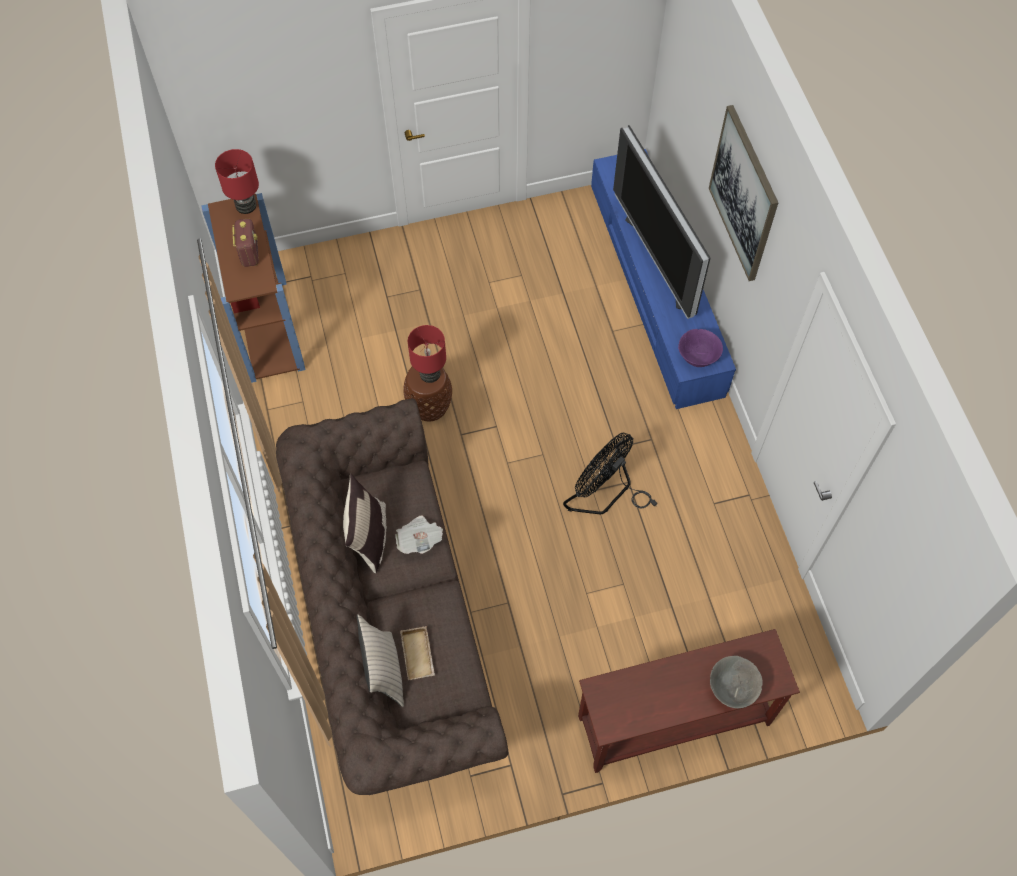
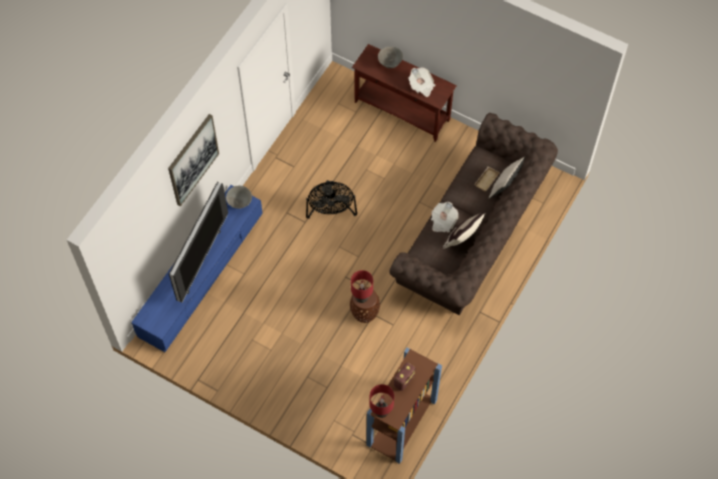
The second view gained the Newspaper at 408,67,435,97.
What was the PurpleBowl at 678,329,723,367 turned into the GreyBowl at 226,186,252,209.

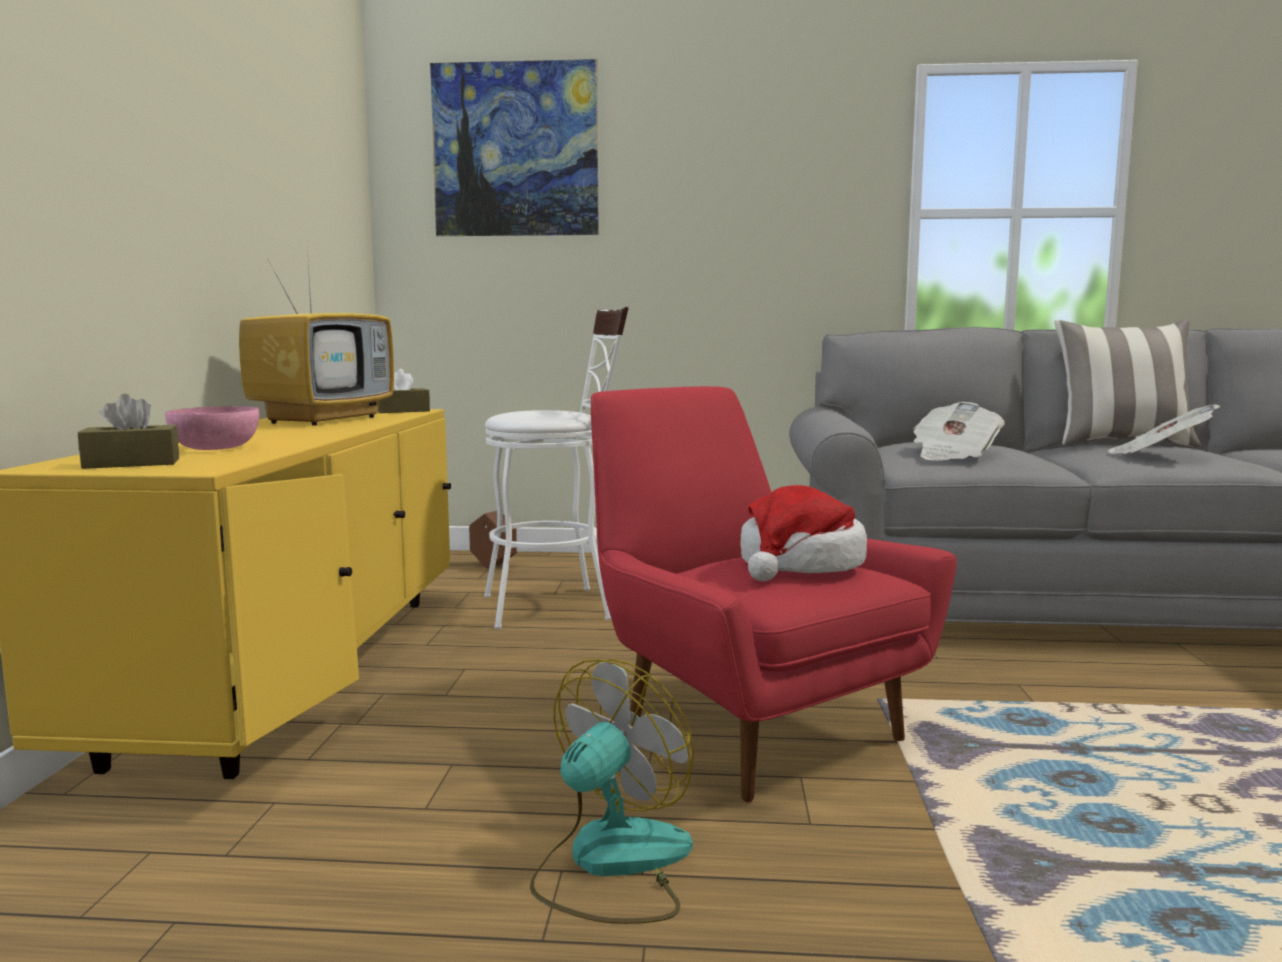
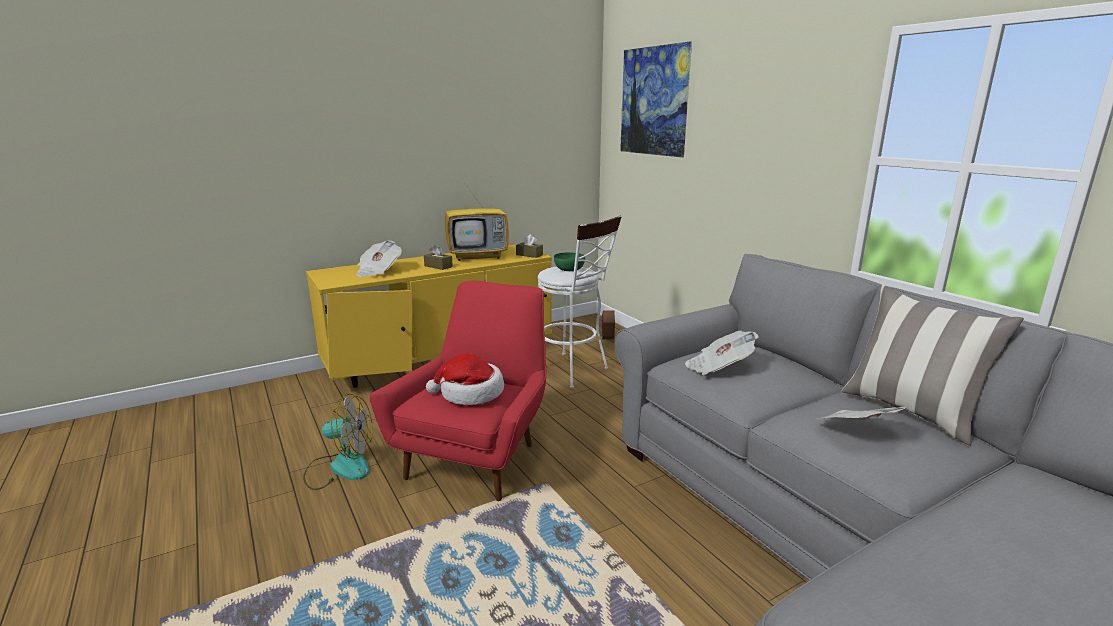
The second view gained the GreenBowl at 554,252,585,271.
The BrownTissueBox ended up elsewhere, having gone from 78,394,179,469 to 424,245,453,270.
Where the PinkBowl stood at 165,406,259,450, the Newspaper came to stand at 356,241,402,277.

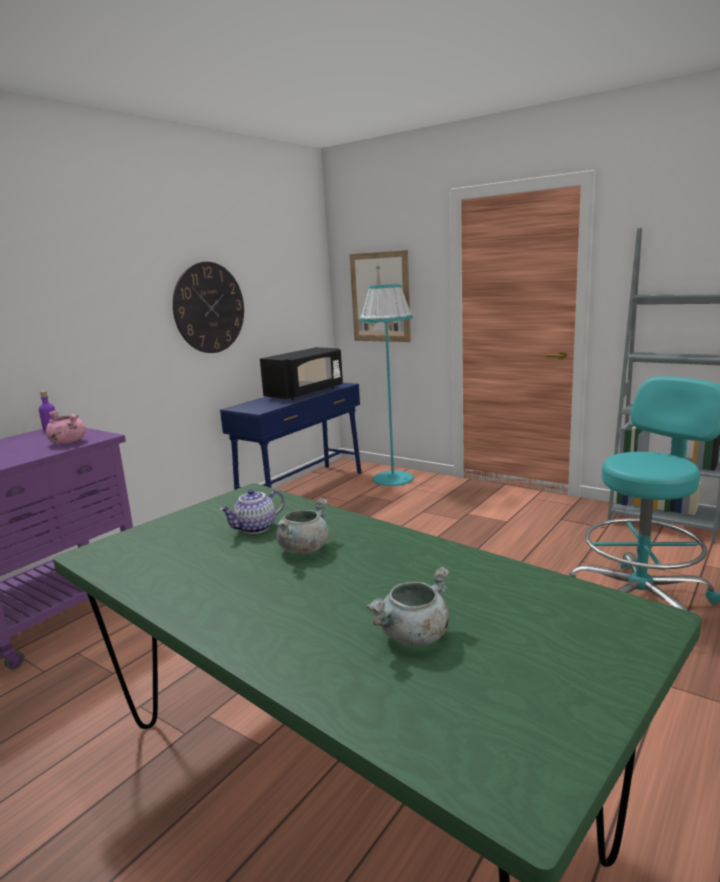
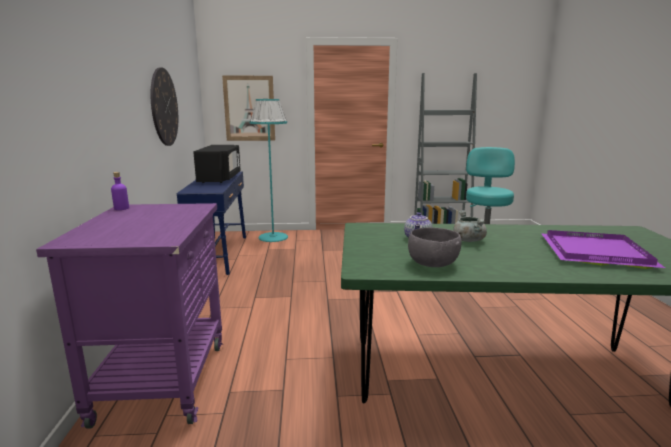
The second view lost the PinkCookingPot at 46,411,86,444.
The second view gained the GreyBowl at 408,227,461,267.
Where the GreyCookingPot stood at 366,566,450,646, the PurpleTray came to stand at 541,230,665,269.

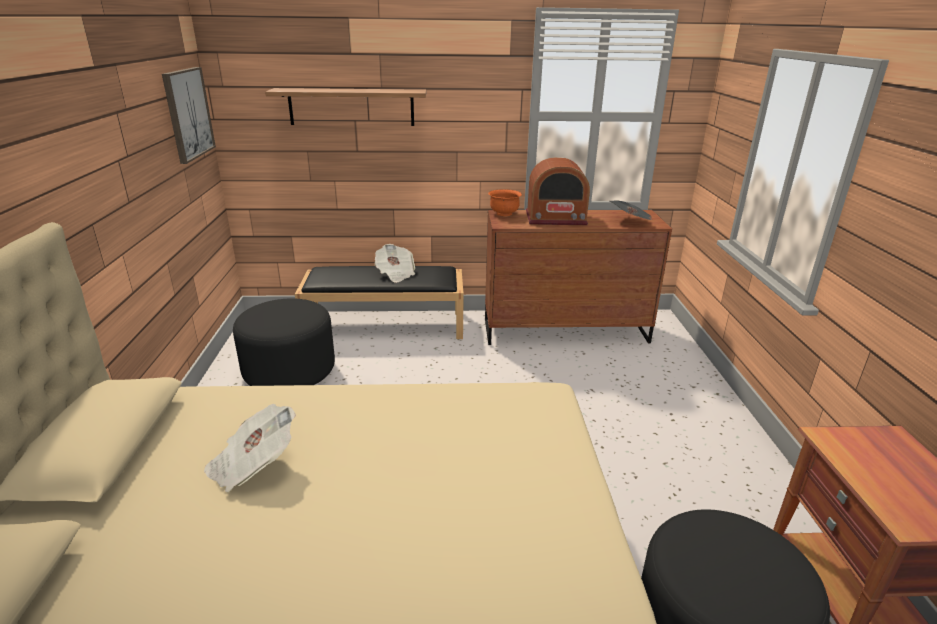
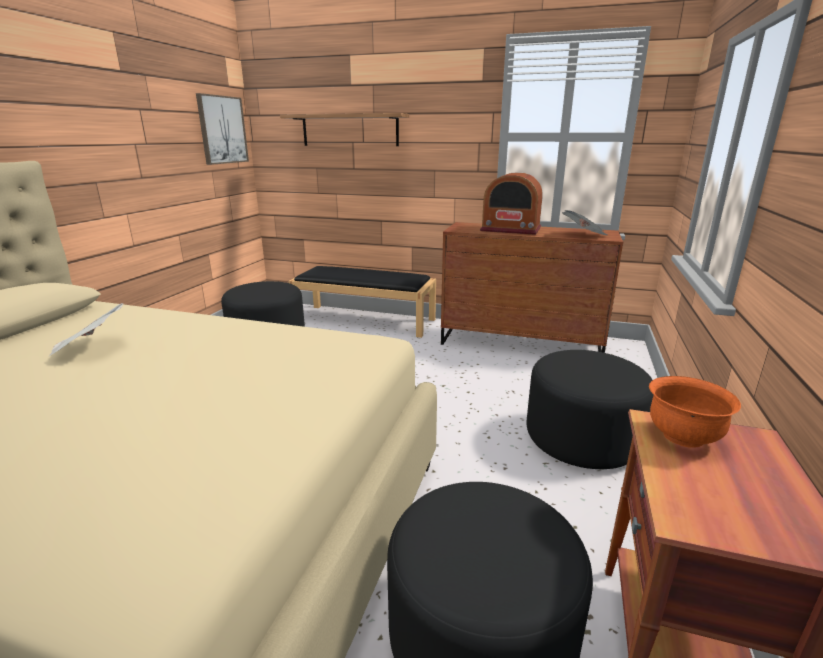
The second view lost the Newspaper at 374,244,415,283.
The second view gained the BlackOttoman at 527,350,654,469.
The OrangeBowl ended up elsewhere, having gone from 488,189,522,216 to 649,376,741,448.

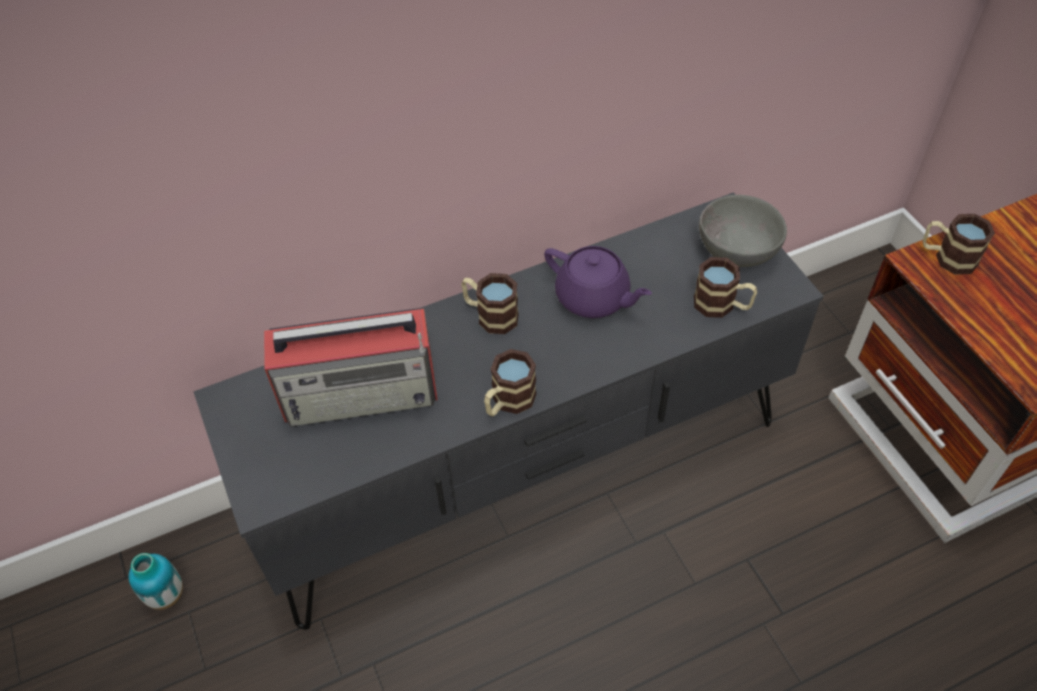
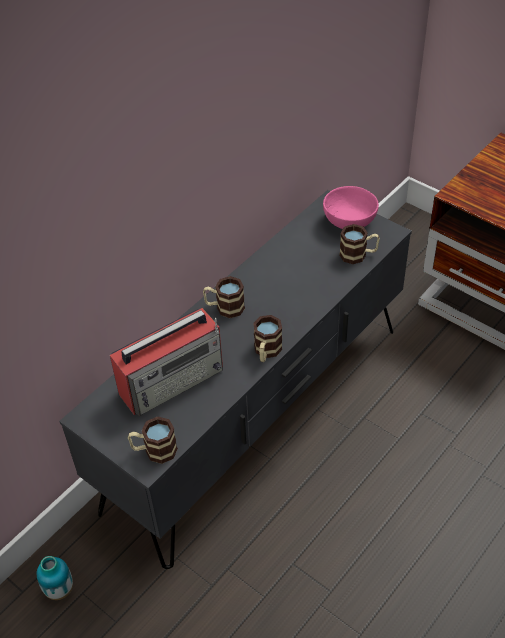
The second view lost the PurpleTeapot at 544,246,652,318.
The Mug ended up elsewhere, having gone from 923,214,995,275 to 128,416,178,464.
What was the GreyBowl at 699,195,787,267 turned into the PinkBowl at 323,186,379,229.

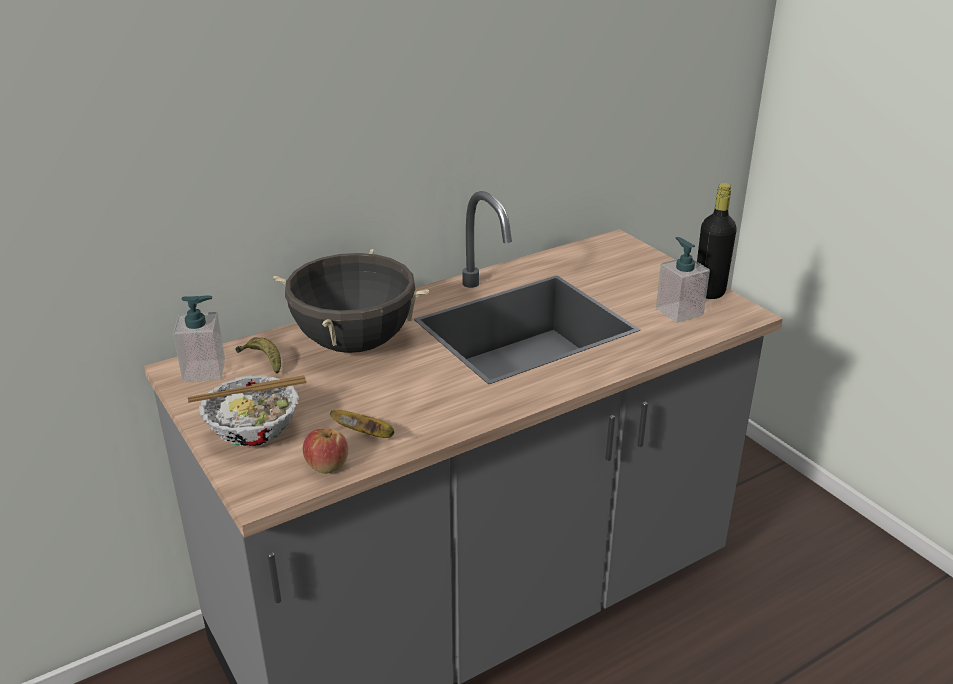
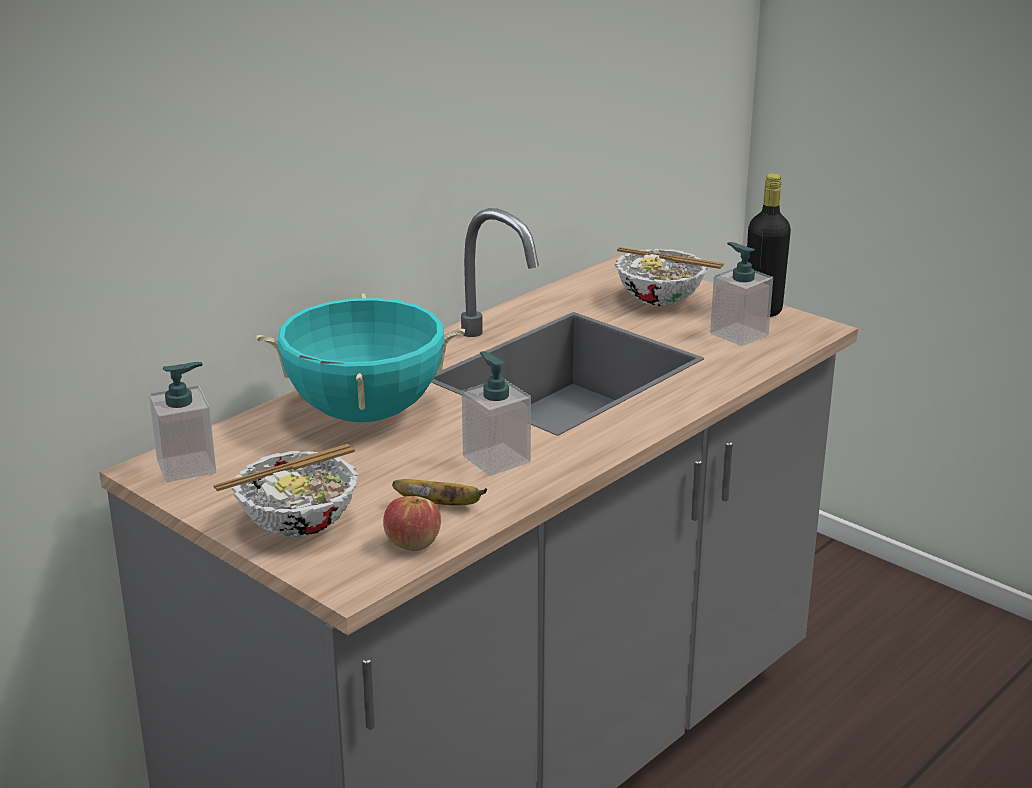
The second view lost the Banana at 235,337,281,374.
The second view gained the SoapDispenser at 462,351,531,476.
The second view gained the Bowl at 615,247,724,306.
What was the BlackCookingPot at 273,249,429,353 turned into the TurquoiseCookingPot at 257,293,465,422.

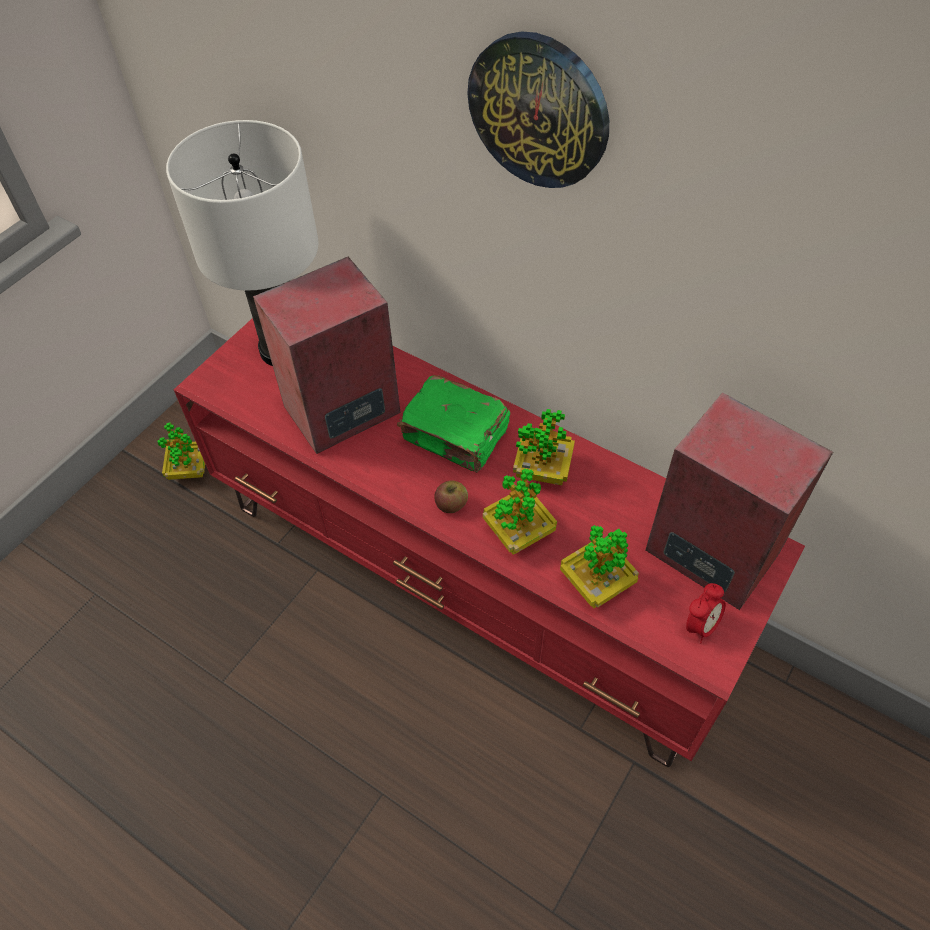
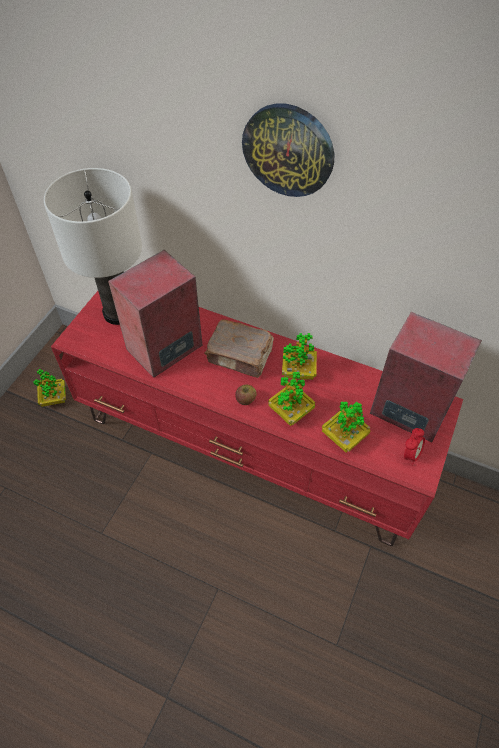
What was the GreenBook at 397,375,510,473 turned into the BrownBook at 204,319,274,378.

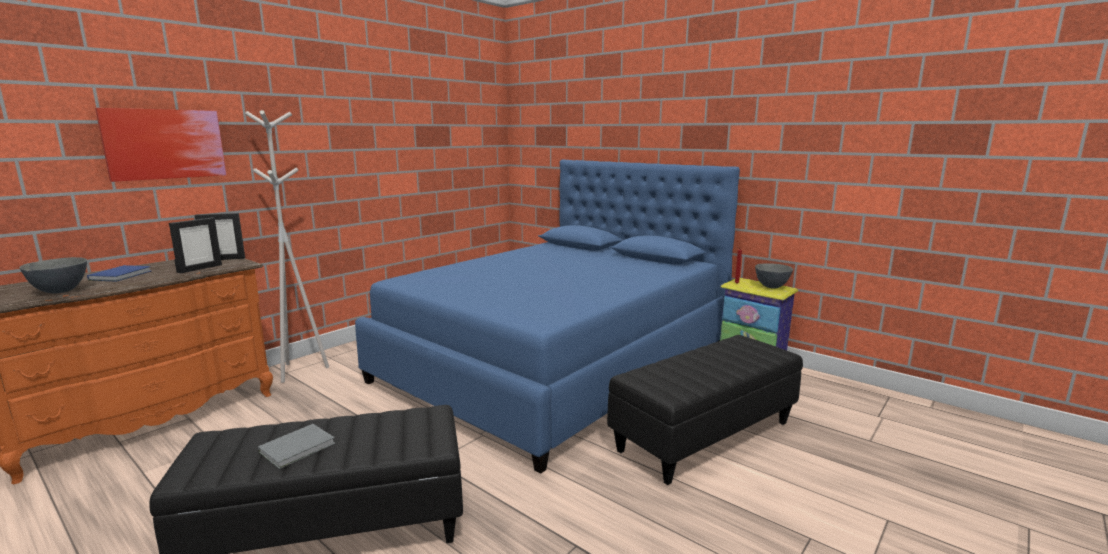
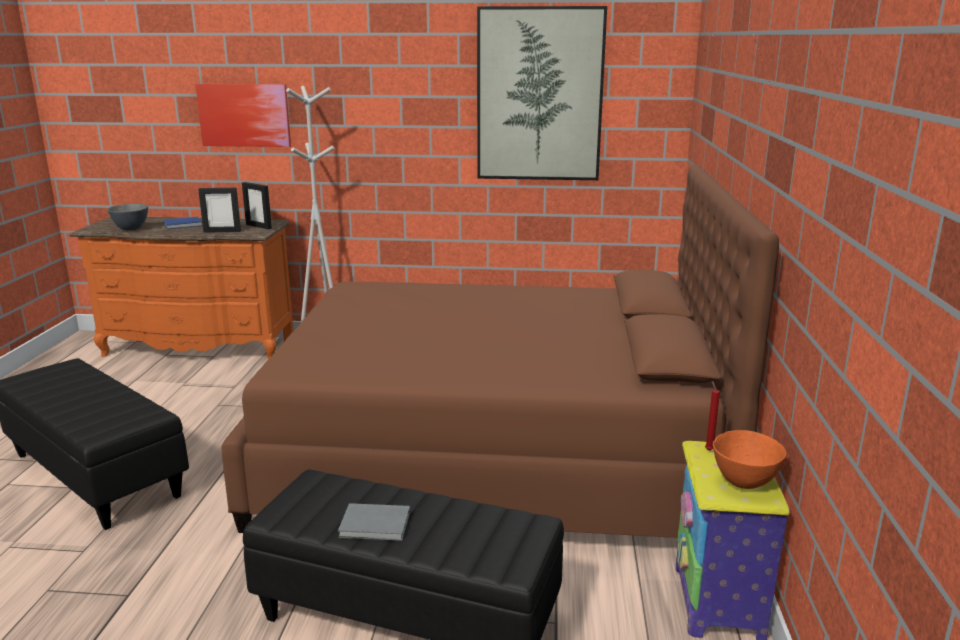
The second view gained the Picture at 477,6,607,180.
The GreyBook ended up elsewhere, having gone from 258,424,335,469 to 338,503,410,541.
What was the BlueBed at 355,159,740,474 turned into the BrownBed at 221,164,779,538.
What was the GreyBowl at 755,263,793,289 turned into the OrangeBowl at 713,430,786,489.

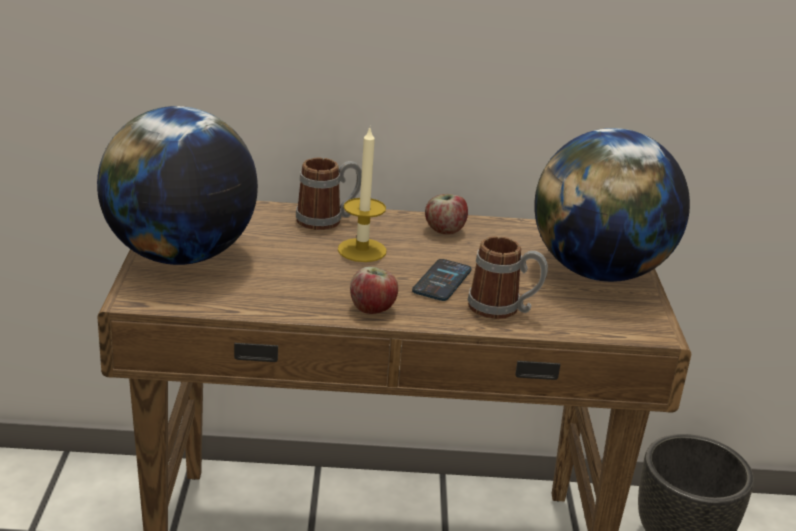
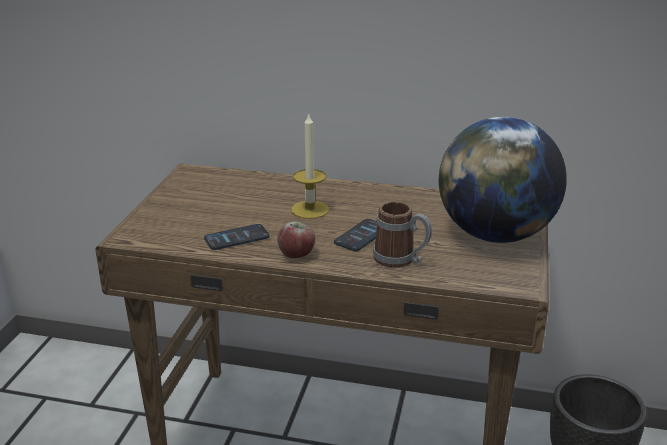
The second view lost the Globe at 97,106,258,265.
The second view lost the Mug at 296,158,362,230.
The second view lost the Apple at 425,194,468,235.
The second view gained the Phone at 204,224,270,250.

